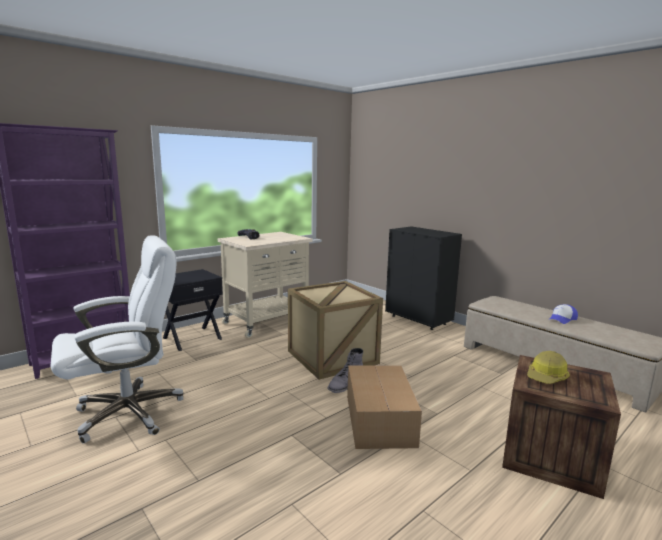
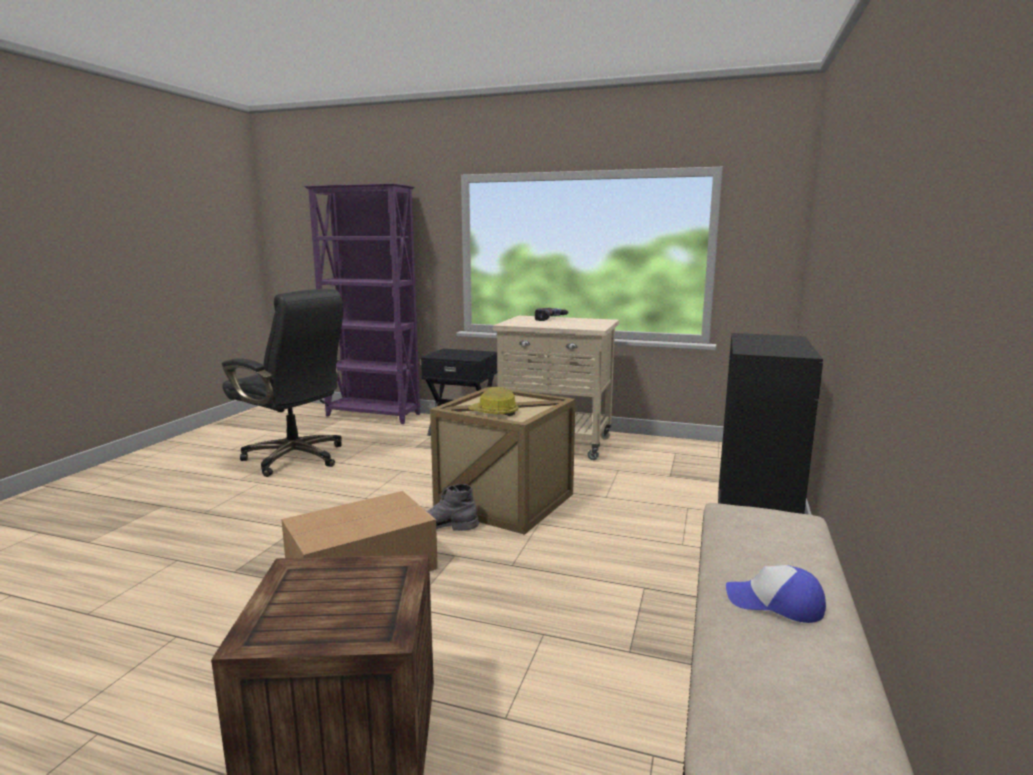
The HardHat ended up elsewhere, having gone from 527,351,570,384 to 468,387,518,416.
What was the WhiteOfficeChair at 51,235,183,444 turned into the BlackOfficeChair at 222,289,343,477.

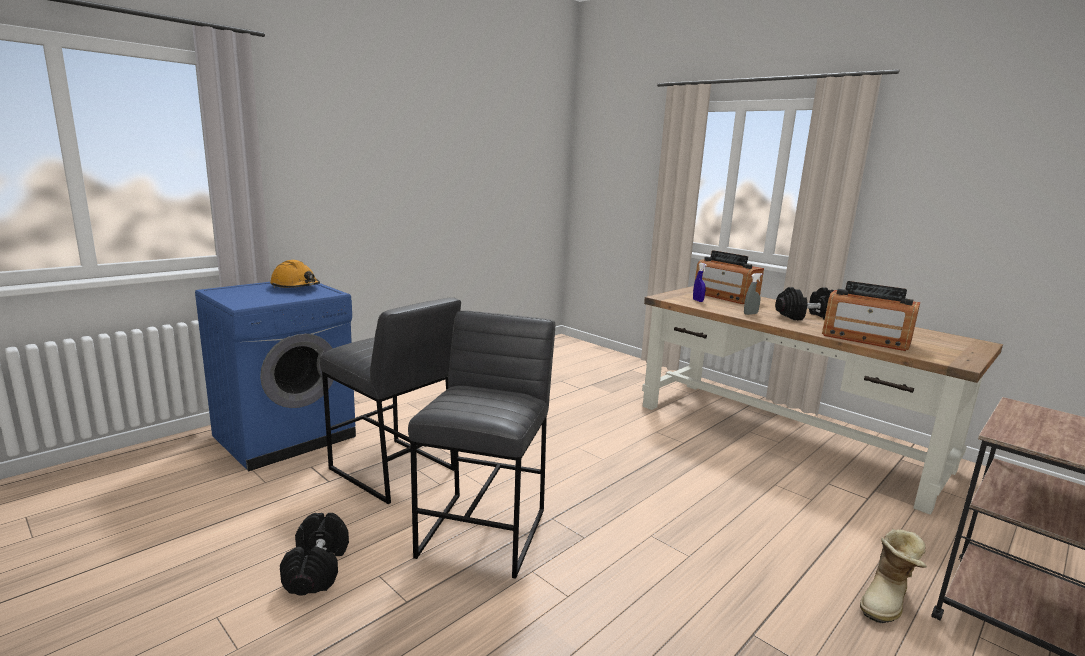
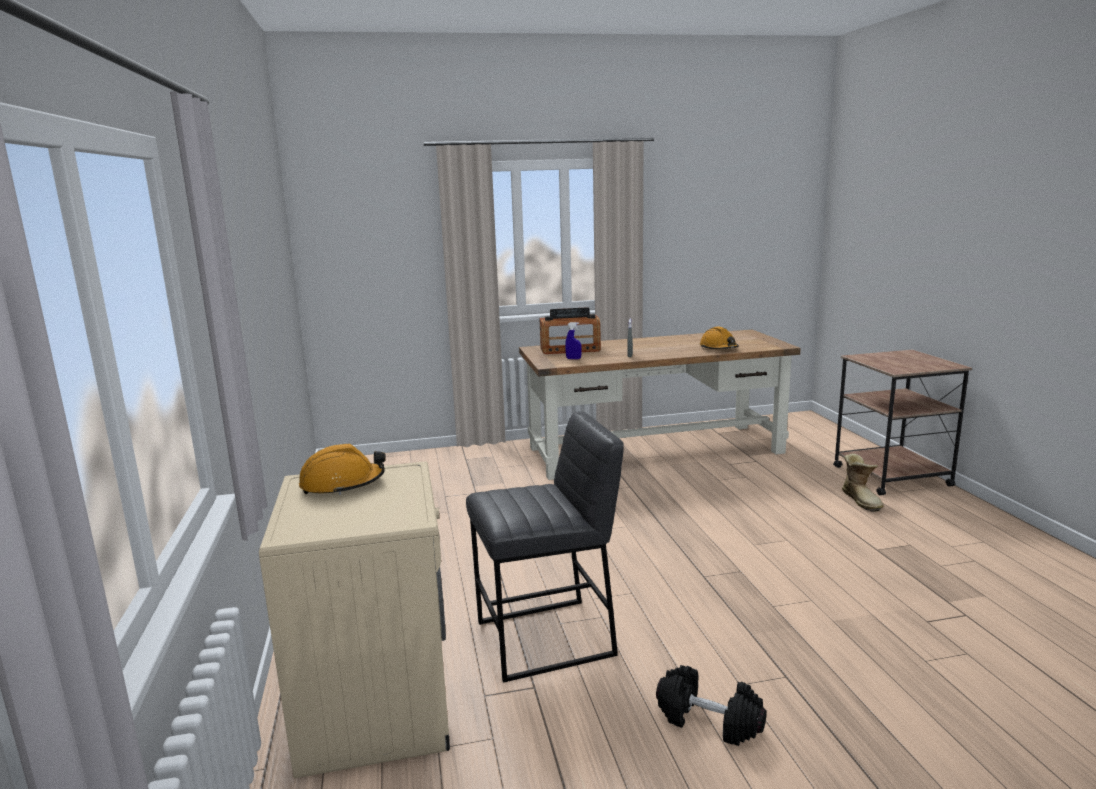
The second view lost the GreyStool at 408,310,555,579.
The second view lost the BlackDumbbell at 775,287,834,320.
Where the Radio stood at 822,281,920,351, the OrangeHardHat came to stand at 700,327,739,349.
What was the BlueWashingMachine at 195,282,356,471 turned into the BeigeWashingMachine at 259,461,450,778.

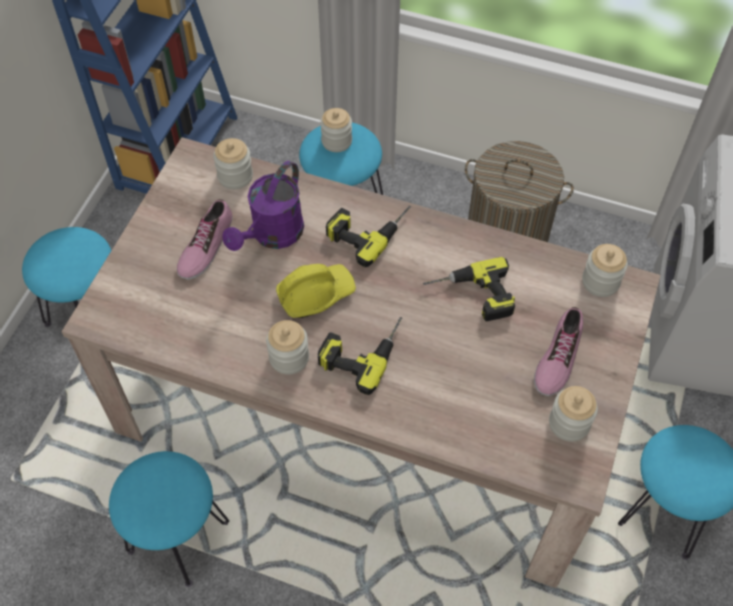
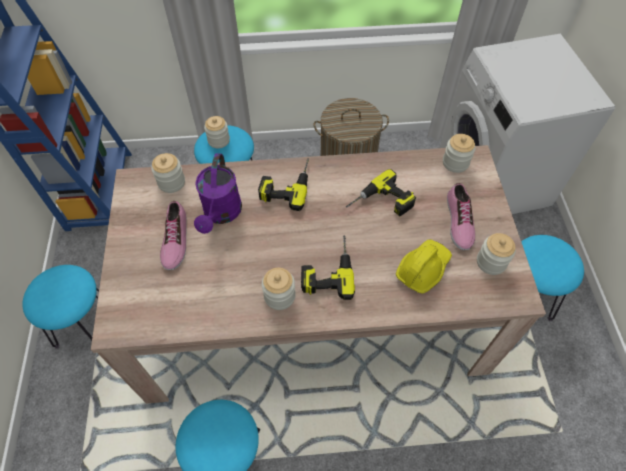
The YellowHardHat ended up elsewhere, having gone from 276,264,356,318 to 396,240,452,294.

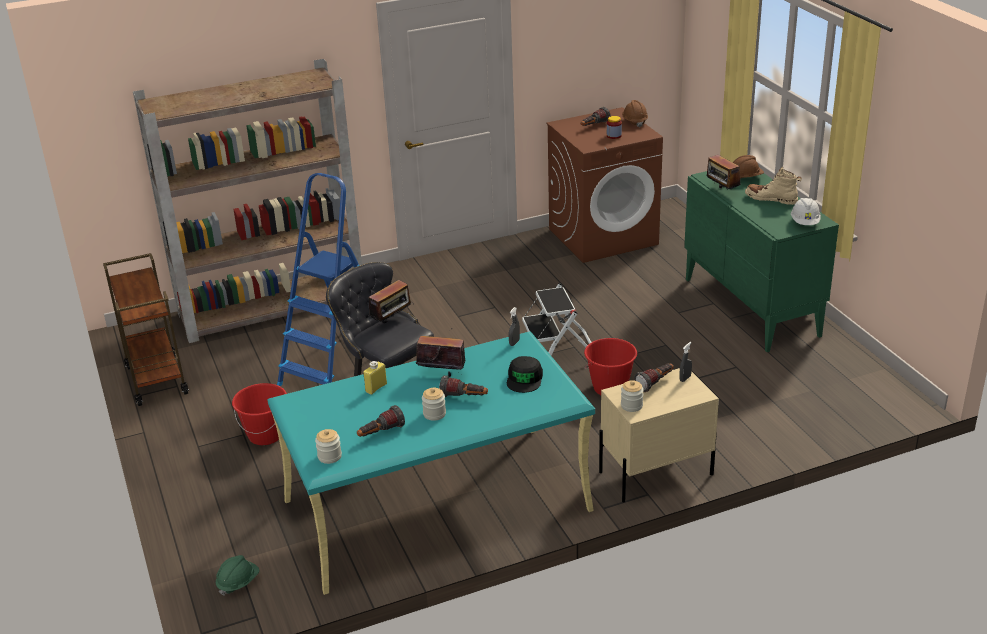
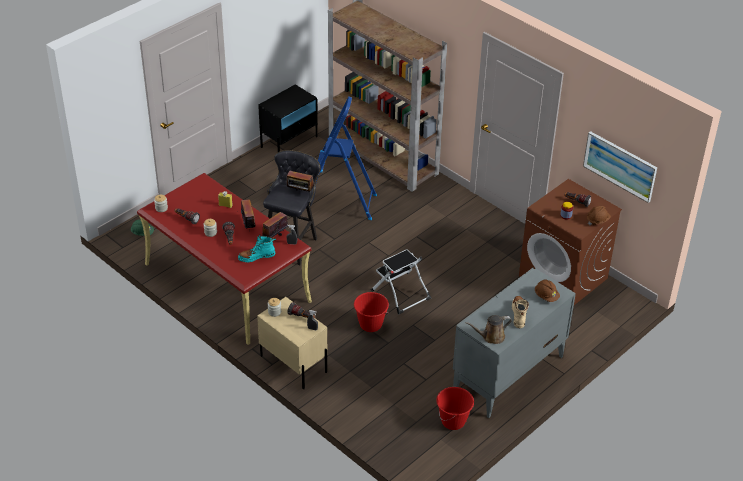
The second view gained the Picture at 583,131,657,203.
The RedBucket ended up elsewhere, having gone from 232,383,287,445 to 436,387,474,430.
The Radio ended up elsewhere, having gone from 707,155,741,190 to 261,212,288,238.
Where the BrownCart stood at 103,253,189,406, the BlackNightstand came to stand at 258,85,317,152.
Where the BlackCap stood at 507,356,543,393, the TurquoiseBoot came to stand at 238,235,276,263.
Where the WhiteHardHat stood at 791,198,821,225, the BrownWateringCan came to stand at 465,315,512,344.
What was the TurquoiseDesk at 267,331,595,595 turned into the RedDesk at 137,173,312,345.
What was the GreenCabinet at 684,171,839,352 turned into the GreyCabinet at 453,268,576,418.

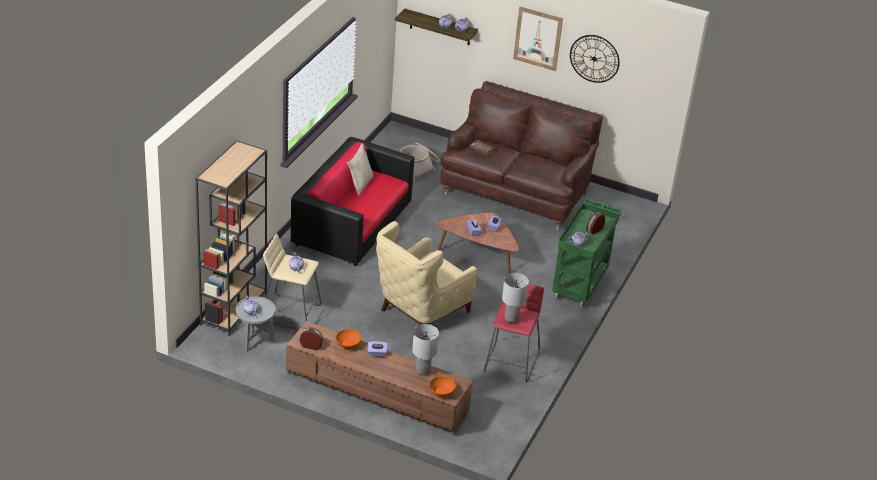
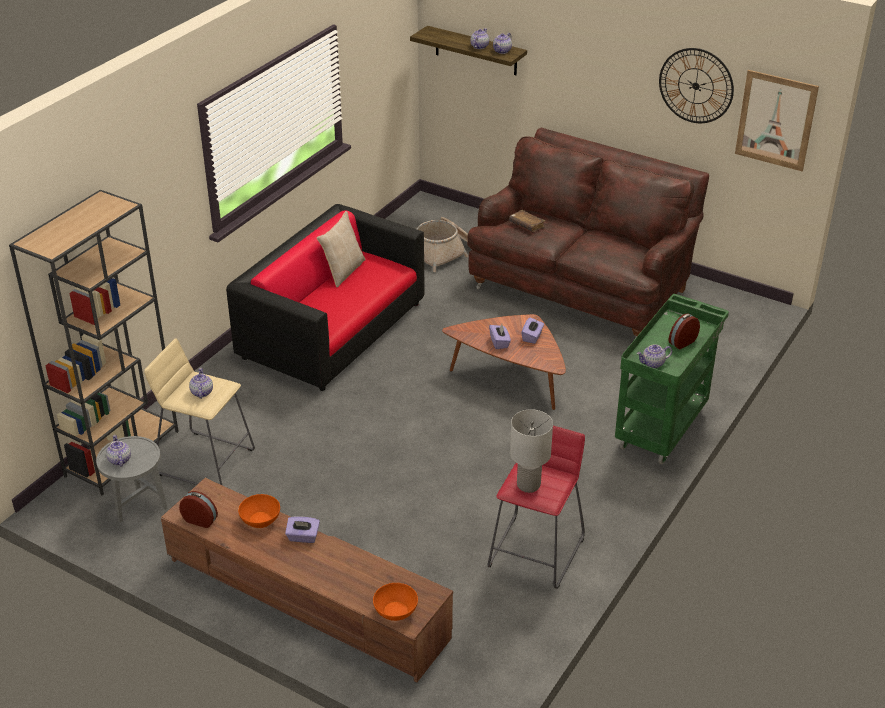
The second view lost the BeigeArmchair at 376,221,477,325.
The second view lost the GreyTableLamp at 412,324,439,375.
The Picture ended up elsewhere, having gone from 513,7,563,71 to 735,70,819,171.

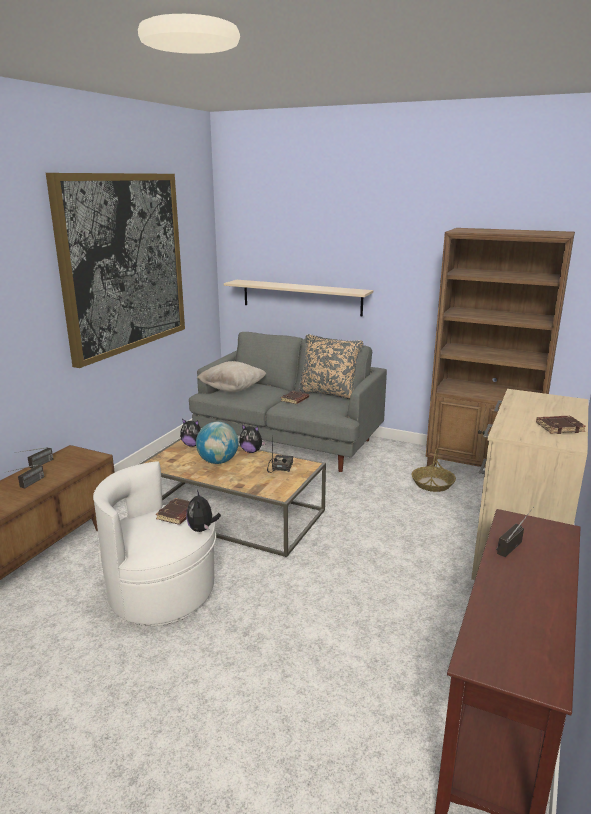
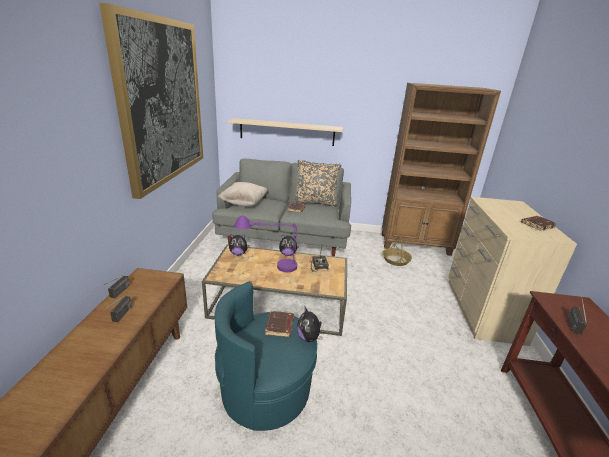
Where the Globe stood at 196,422,239,464, the PurpleTableLamp came to stand at 234,215,297,272.
What was the WhiteArmchair at 93,461,216,626 turned into the TurquoiseArmchair at 215,281,317,431.

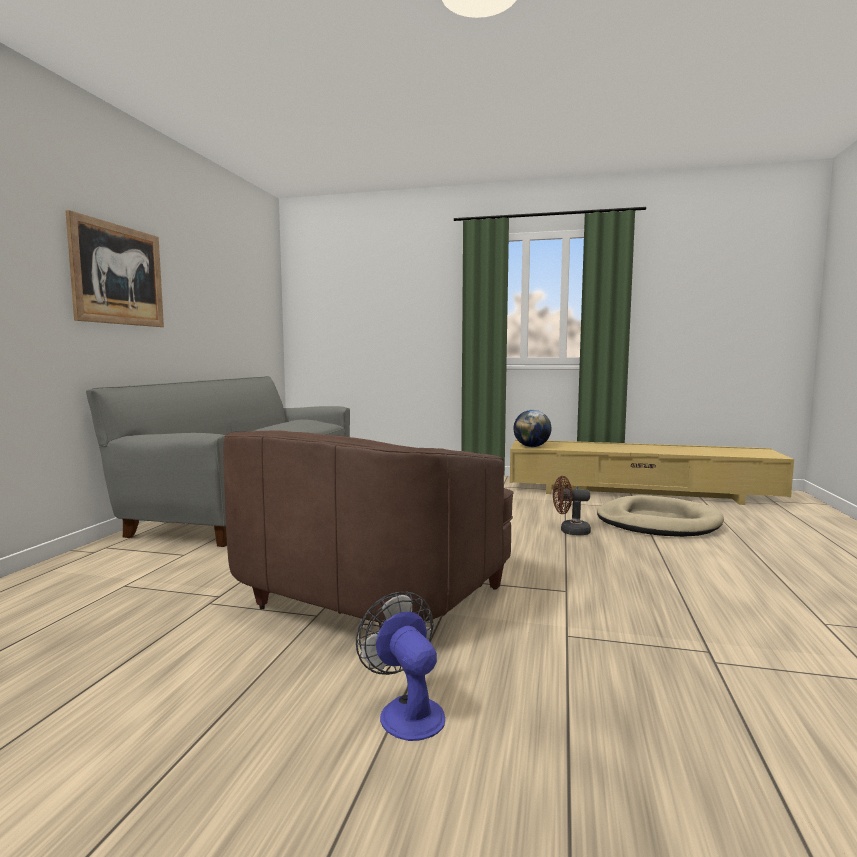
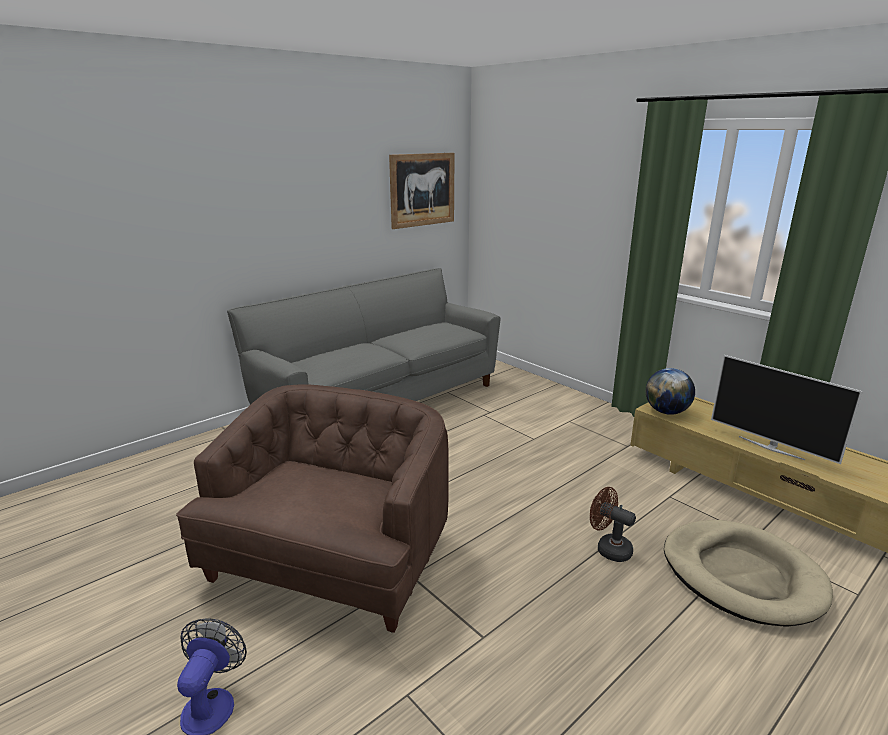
The second view gained the Television at 711,355,863,464.
The Picture ended up elsewhere, having gone from 65,210,164,327 to 389,153,455,229.
The BrownArmchair at 223,430,514,625 ended up facing another way, 135 degrees clockwise from before.

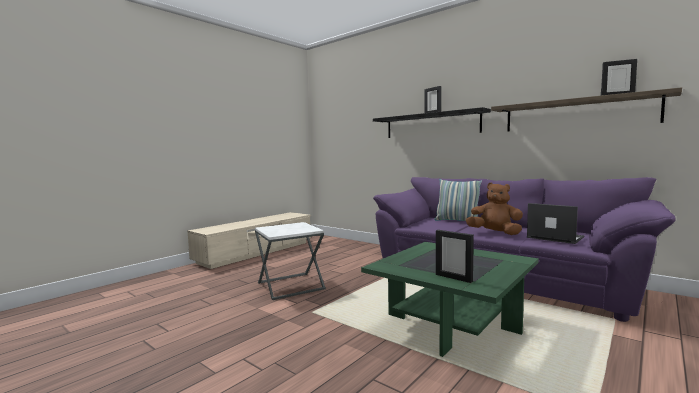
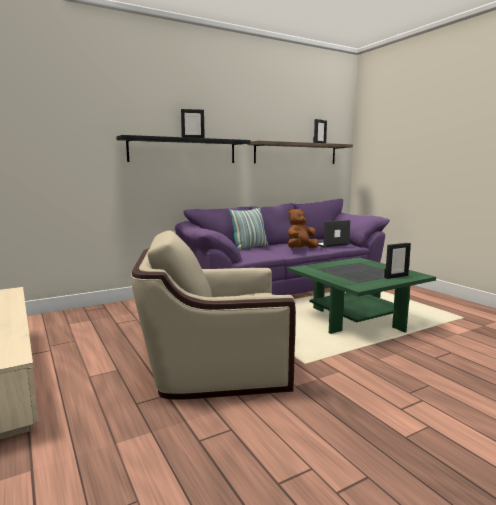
Where the WhiteSideTable stood at 255,222,326,300, the BeigeArmchair came to stand at 131,231,296,400.

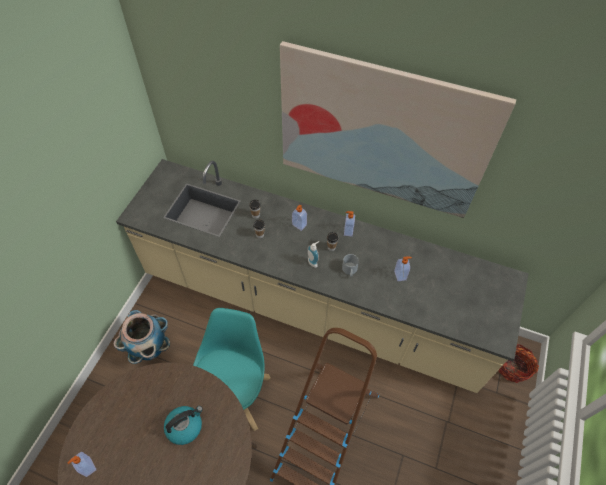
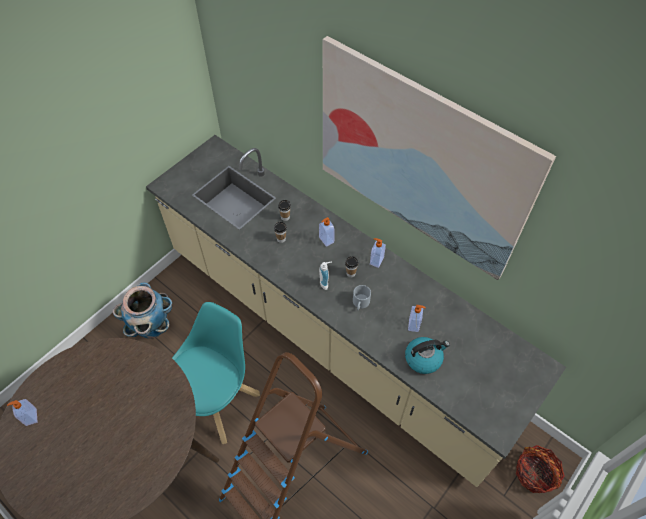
The Kettle ended up elsewhere, having gone from 164,406,203,445 to 405,337,450,374.

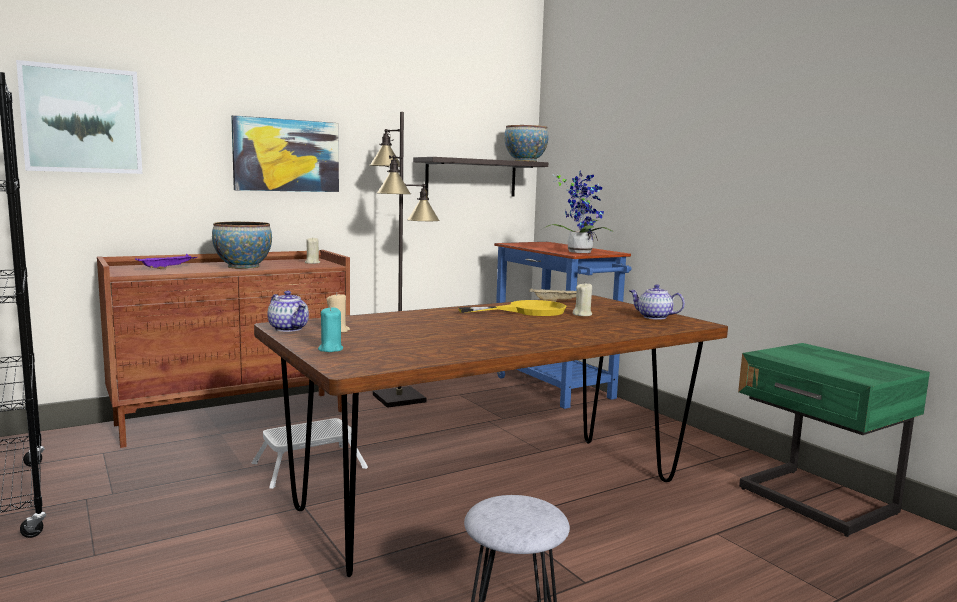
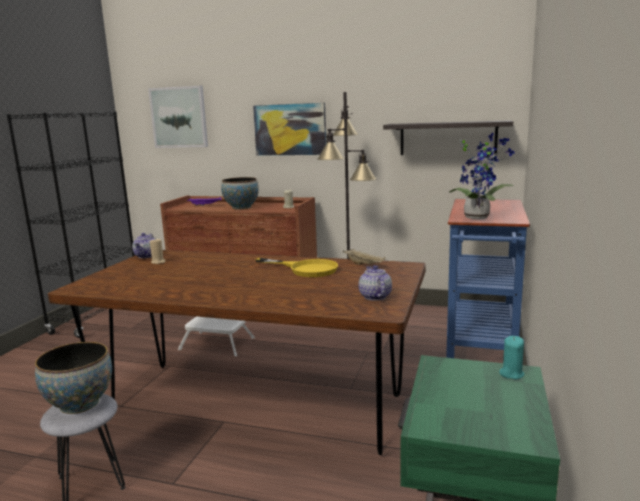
The second view lost the BeigeCandle at 572,282,592,316.
The TurquoiseCandle ended up elsewhere, having gone from 318,307,343,352 to 499,336,524,380.
The Bowl ended up elsewhere, having gone from 504,125,549,162 to 35,342,112,414.

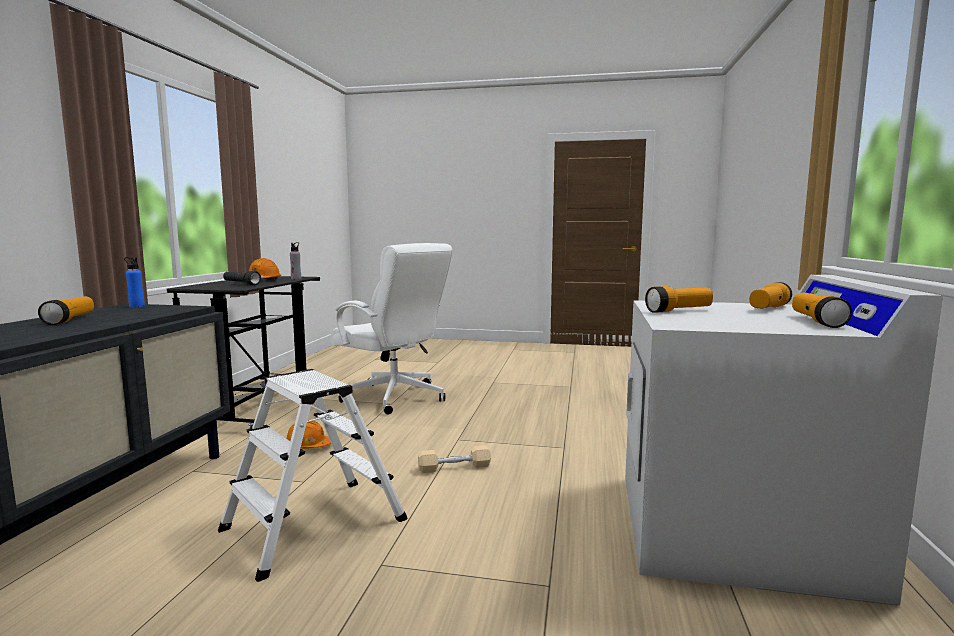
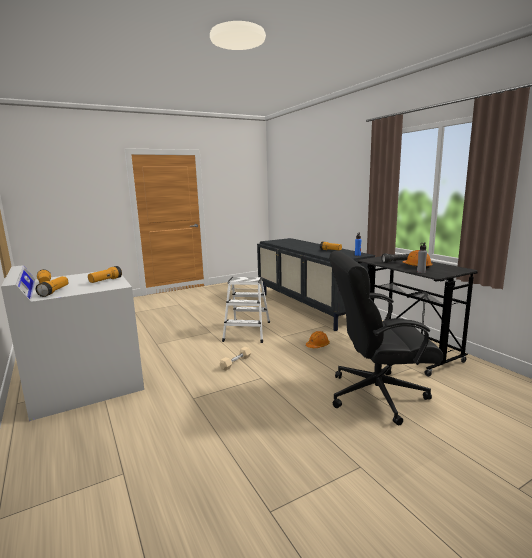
What was the WhiteOfficeChair at 331,243,452,415 turned into the BlackOfficeChair at 329,251,443,426.

